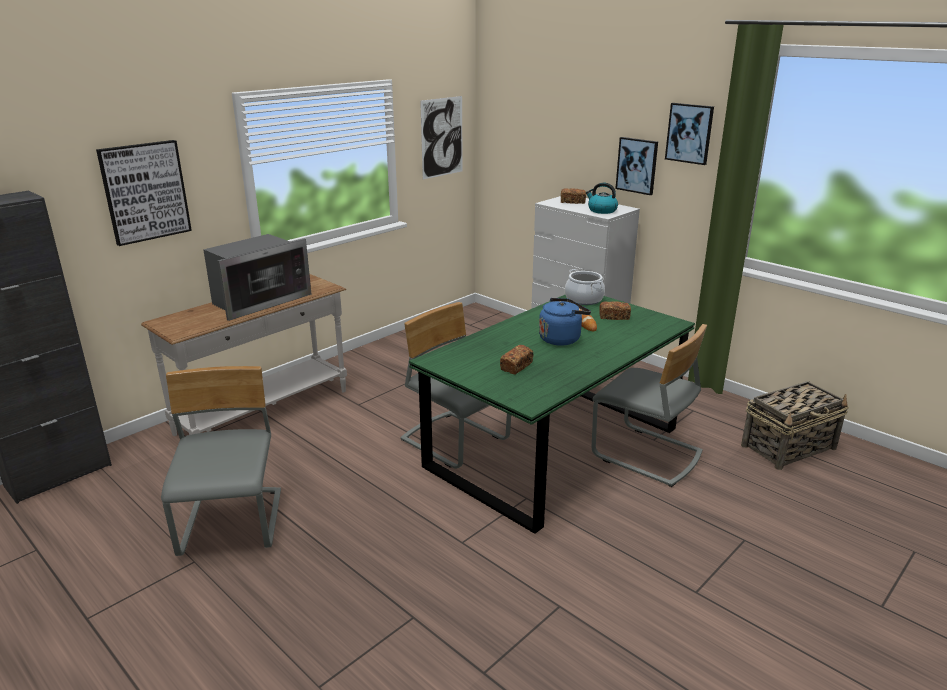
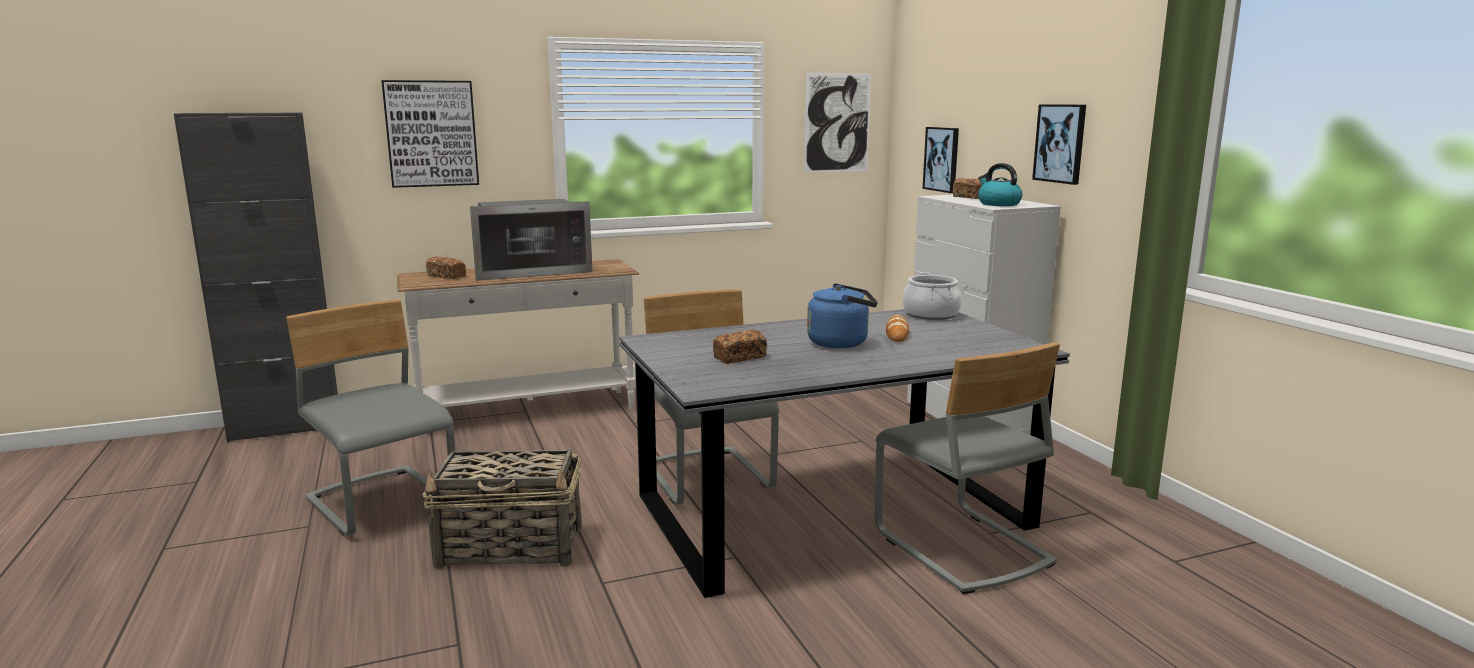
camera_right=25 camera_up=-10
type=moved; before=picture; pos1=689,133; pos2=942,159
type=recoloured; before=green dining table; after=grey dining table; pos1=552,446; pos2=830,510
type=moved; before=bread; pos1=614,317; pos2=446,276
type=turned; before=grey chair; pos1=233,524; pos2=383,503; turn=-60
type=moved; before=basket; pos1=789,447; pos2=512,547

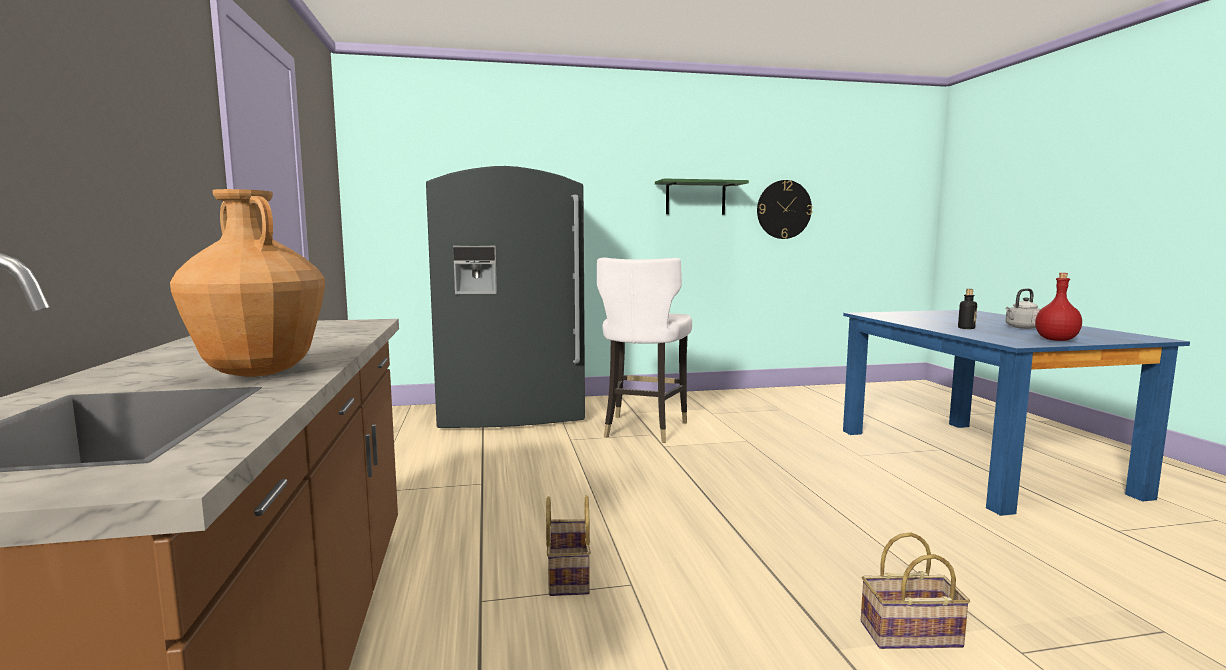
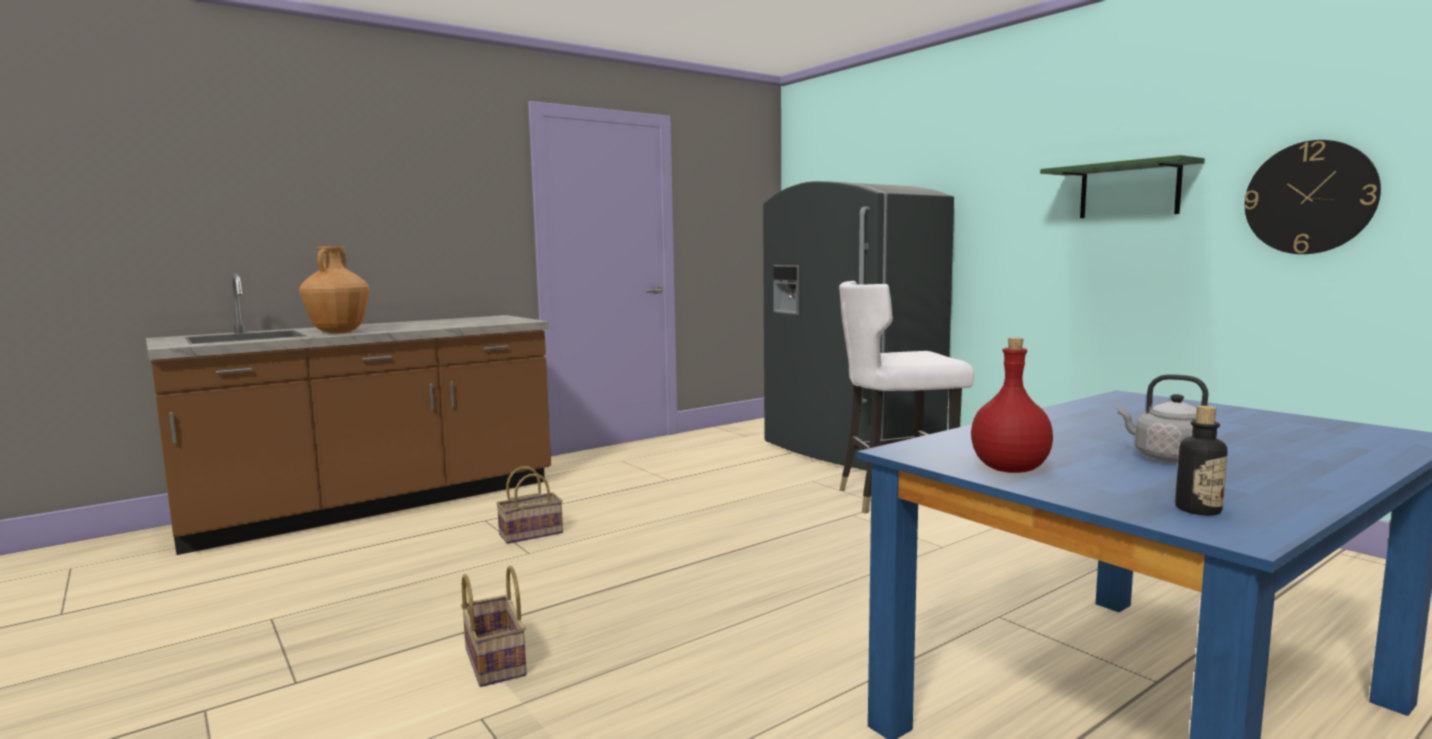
camera_right=65 camera_up=0
type=moved; before=bottle; pos1=966,328; pos2=1198,510

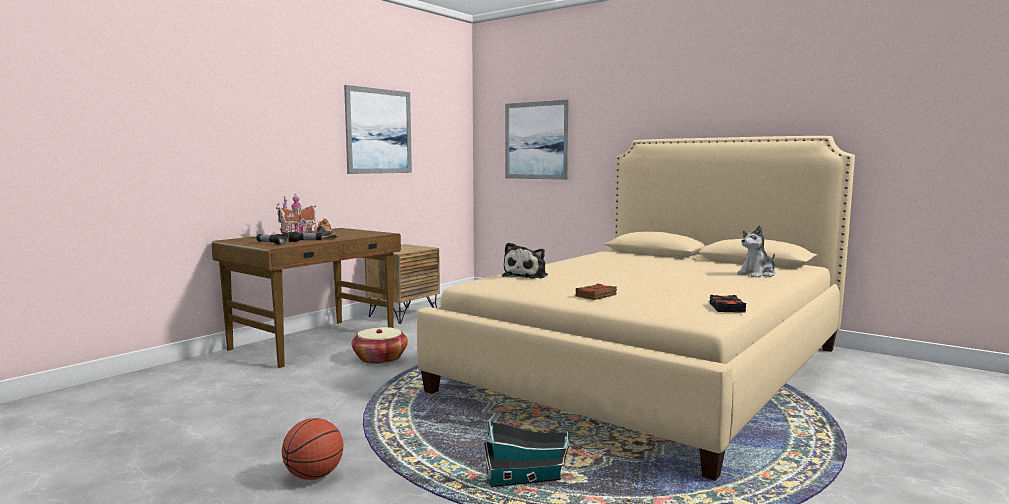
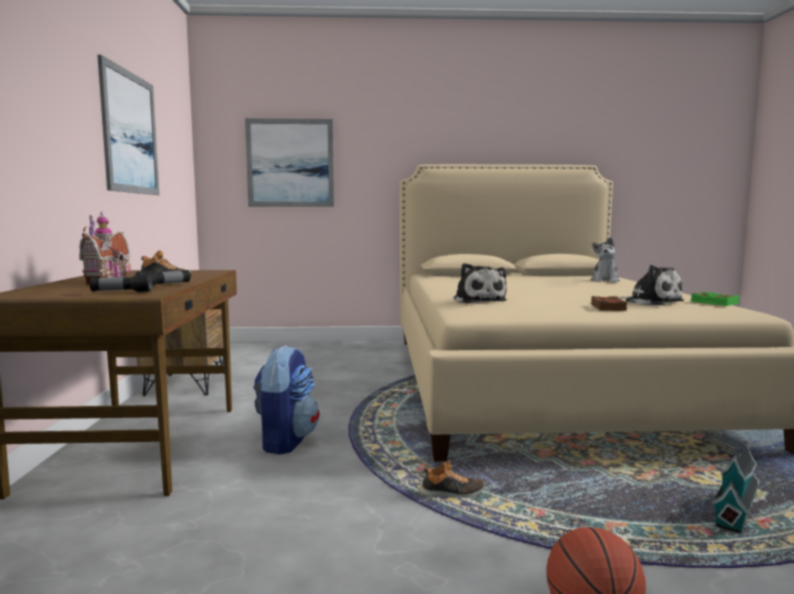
camera_right=-40 camera_up=0
type=recoloured; before=black book; after=green book; pos1=726,308; pos2=714,303
type=replaced; before=basket; after=backpack; pos1=380,359; pos2=286,441
type=added; after=plush toy; pos2=651,302
type=added; after=shoe; pos2=452,493

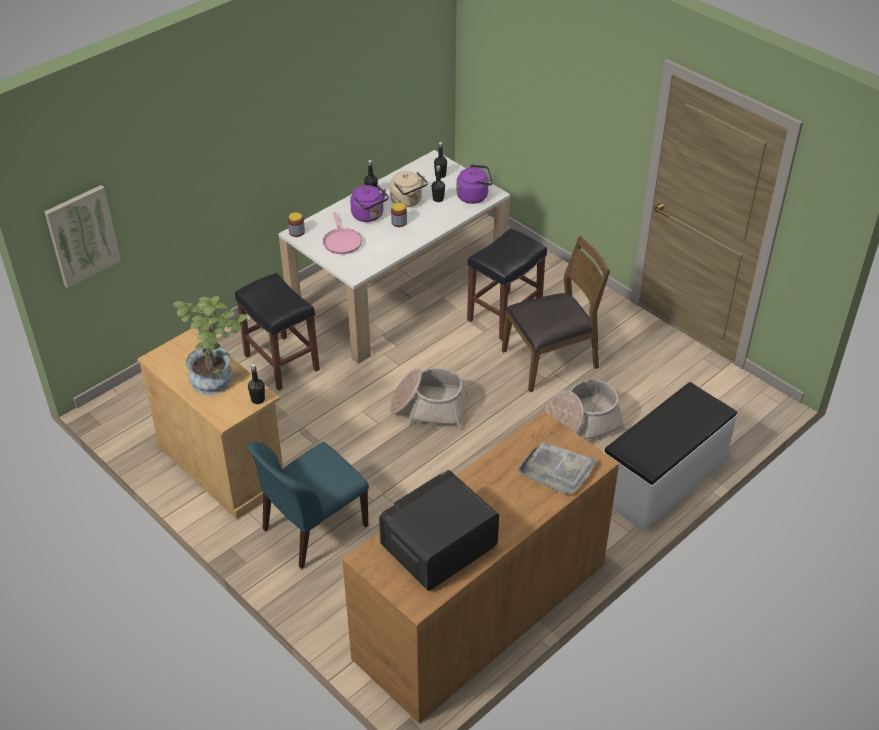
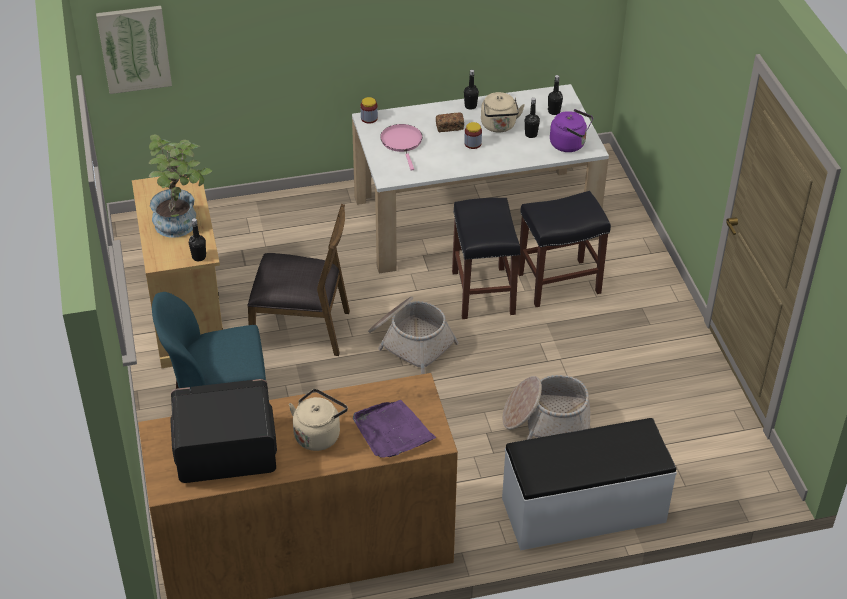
camera_right=30 camera_up=0
type=replaced; before=purple kettle; after=bread; pos1=369,216; pos2=449,127
type=turned; before=pink frying pan; pos1=341,242; pos2=402,142; turn=150
type=moved; before=brown chair; pos1=551,360; pos2=301,329
type=moved; before=black stool; pos1=280,362; pos2=482,292
type=recoloured; before=grey tray; after=purple tray; pos1=557,470; pos2=392,431
type=added; after=beige kettle; pos2=318,434

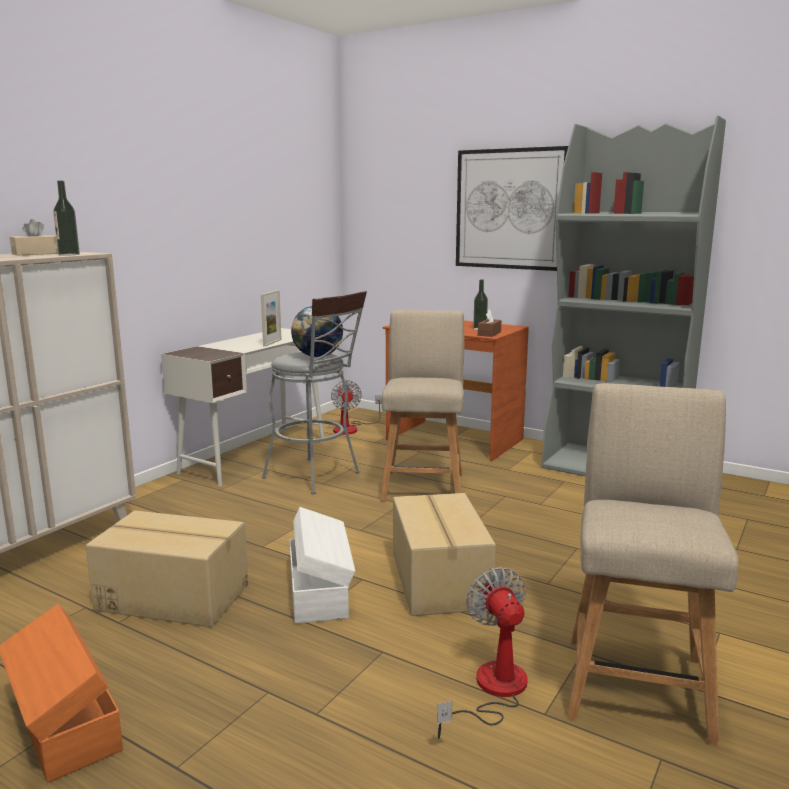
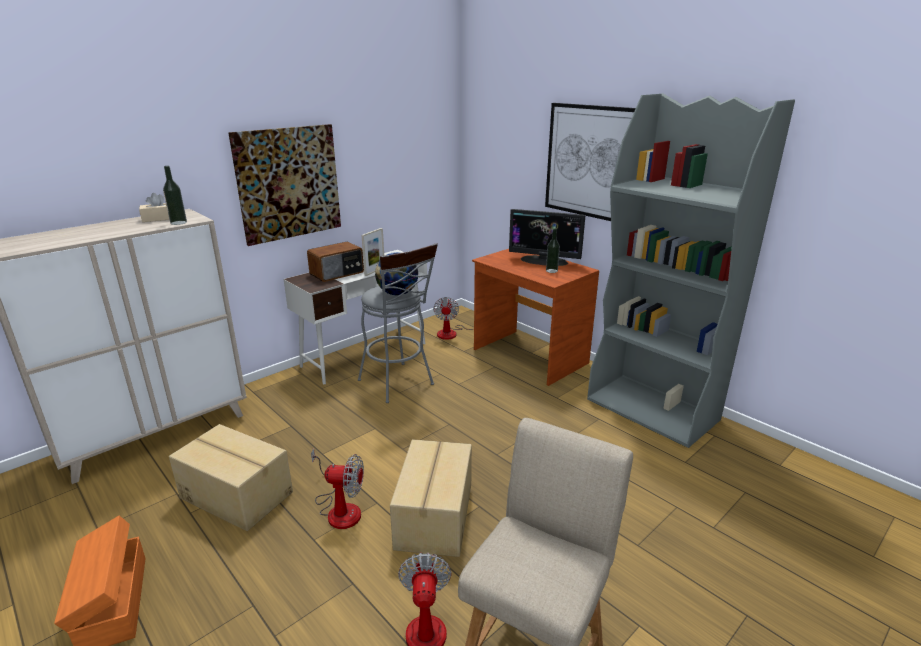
camera_right=15 camera_up=10
type=removed; before=beige chair; pos1=423,485
type=removed; before=brown tissue box; pos1=489,334
type=replaced; before=white storage box; after=fan; pos1=319,590; pos2=339,509
type=added; after=picture; pos2=288,183
type=added; after=monitor; pos2=544,261
type=added; after=radio; pos2=337,273

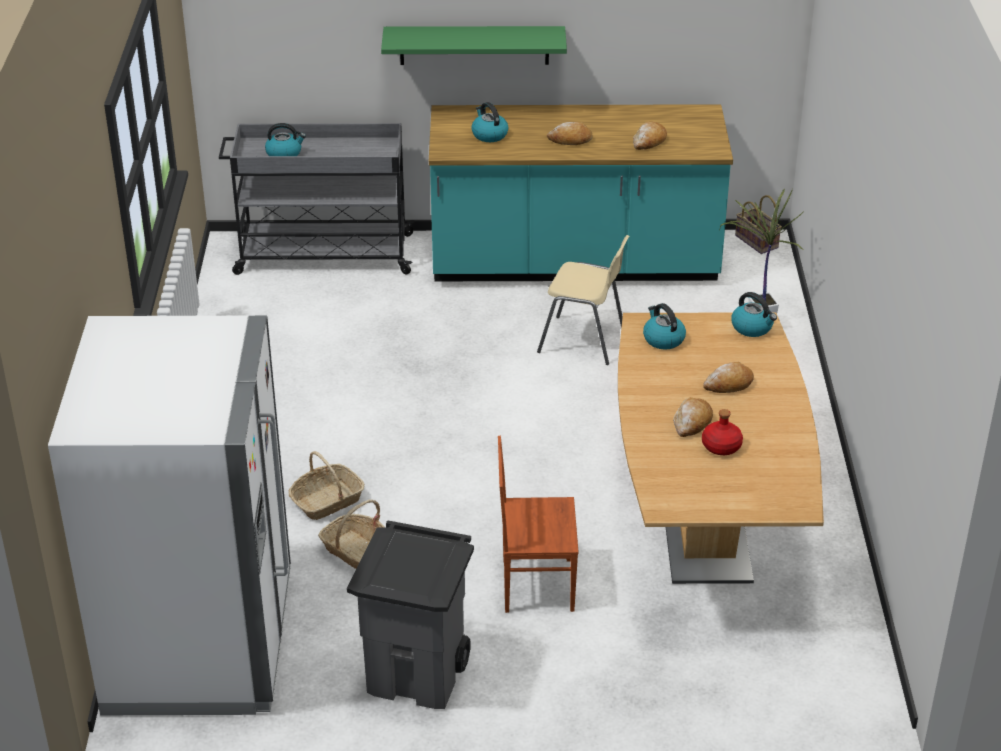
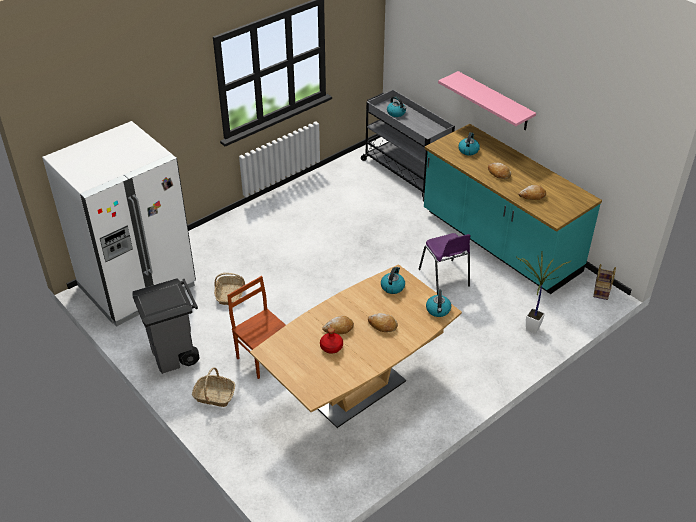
camera_right=50 camera_up=5
type=recoloured; before=green shelf; after=pink shelf; pos1=474,45; pos2=494,101
type=recoloured; before=beige chair; after=purple chair; pos1=584,342; pos2=444,278
type=moved; before=basket; pos1=327,501; pos2=214,396

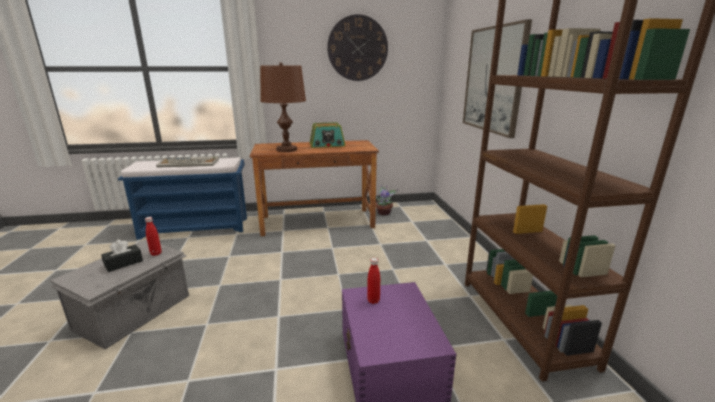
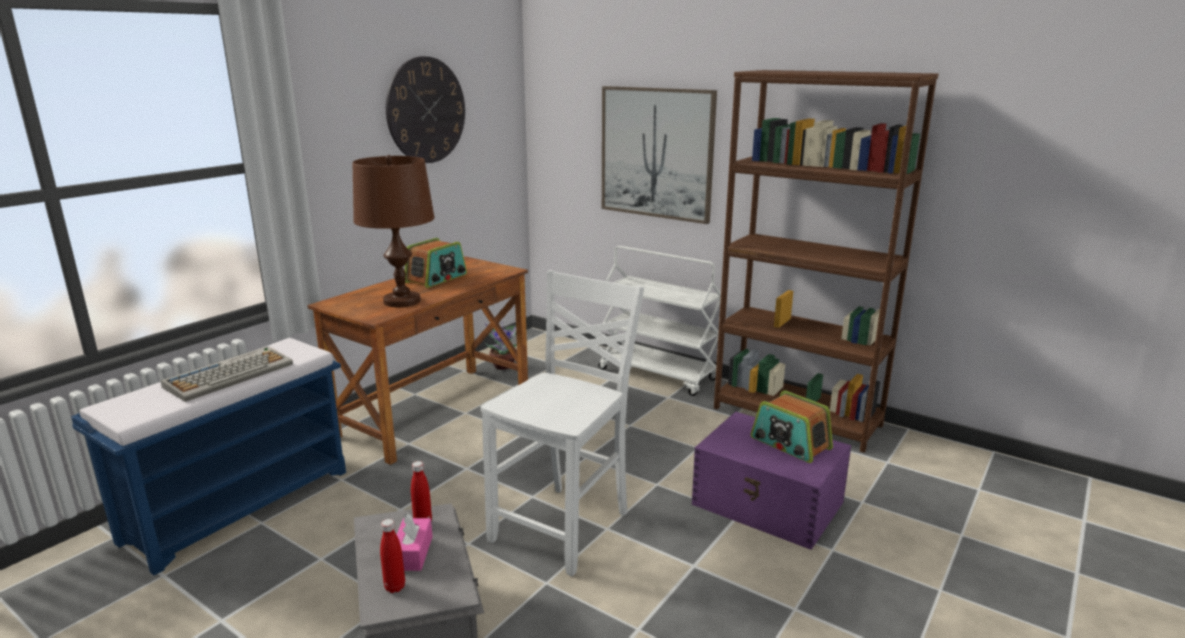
camera_right=-45 camera_up=0
type=recoloured; before=black tissue box; after=pink tissue box; pos1=124,263; pos2=413,553
type=moved; before=red bottle; pos1=373,300; pos2=395,587
type=added; after=white cart; pos2=659,374
type=added; after=white chair; pos2=564,526
type=added; after=radio; pos2=790,443

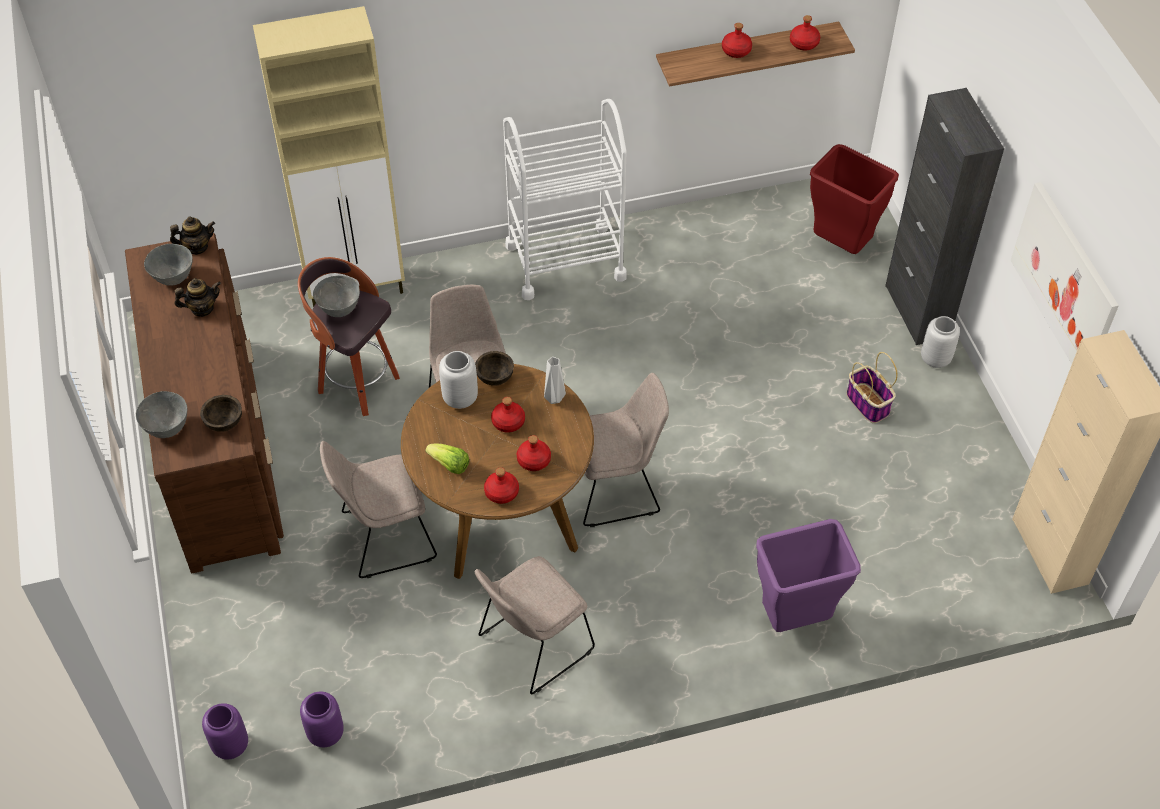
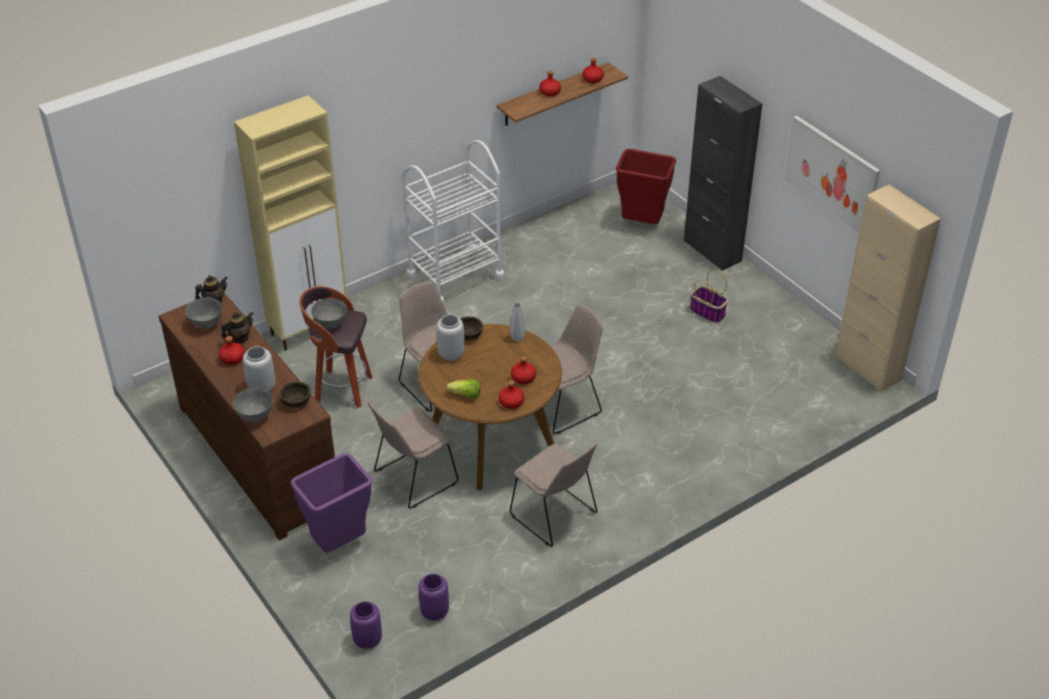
camera_right=-20 camera_up=-10
type=moved; before=grey vase; pos1=935,358; pos2=261,387
type=moved; before=red bottle; pos1=508,422; pos2=233,358
type=moved; before=purple trash can; pos1=795,618; pos2=339,543
type=turned; before=beige chair; pos1=533,645; pos2=555,516; turn=-75

